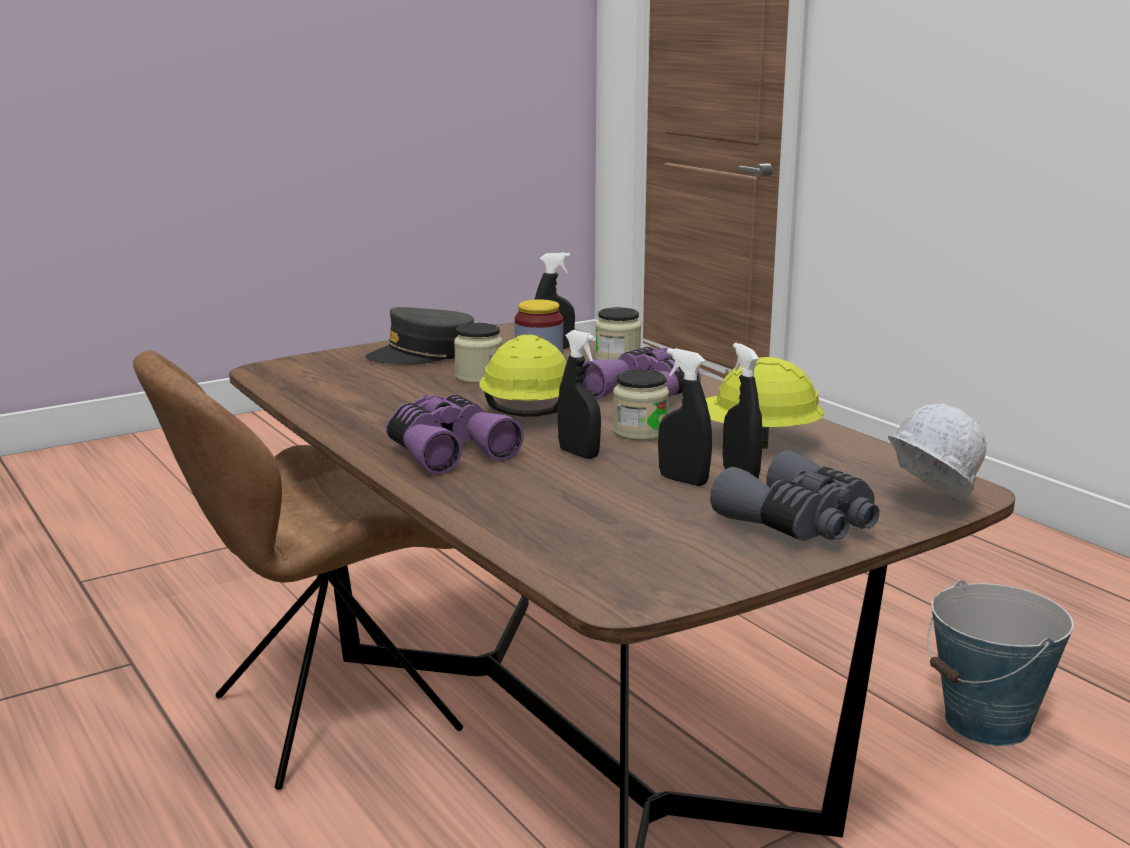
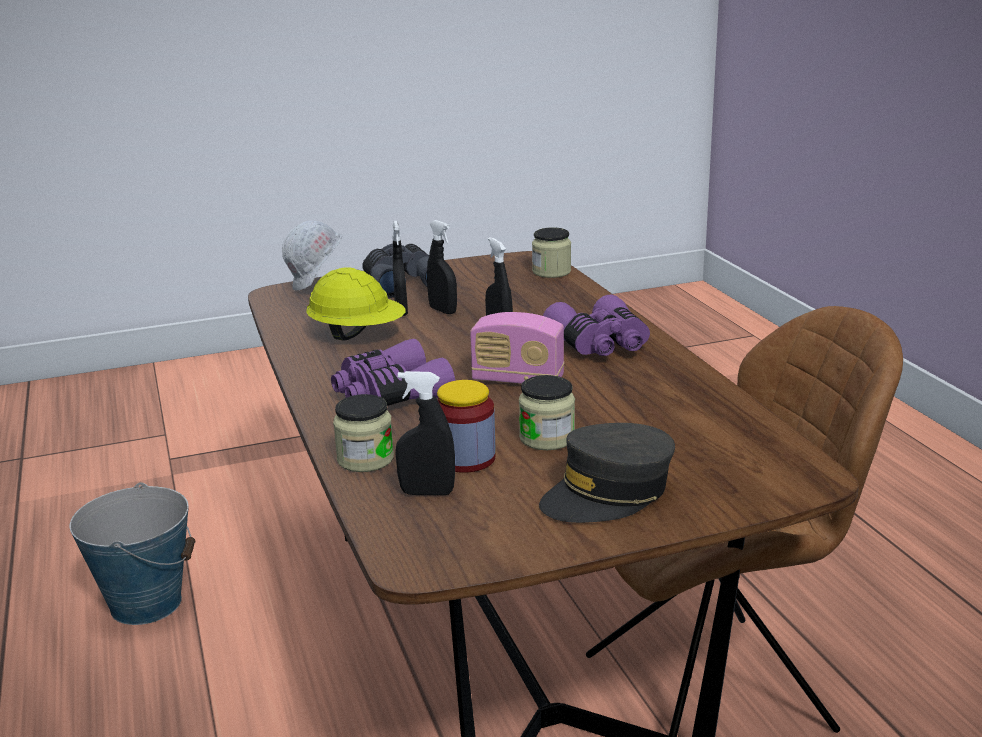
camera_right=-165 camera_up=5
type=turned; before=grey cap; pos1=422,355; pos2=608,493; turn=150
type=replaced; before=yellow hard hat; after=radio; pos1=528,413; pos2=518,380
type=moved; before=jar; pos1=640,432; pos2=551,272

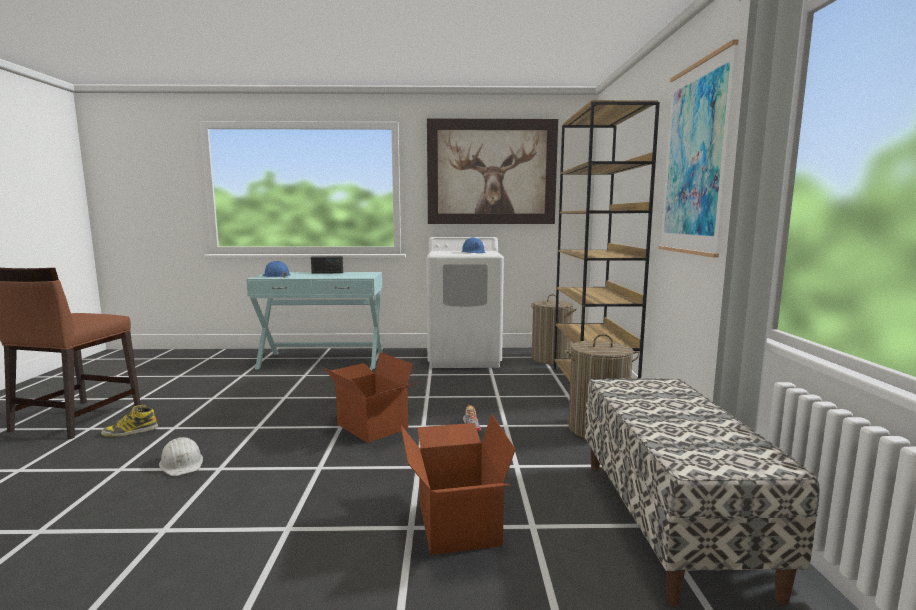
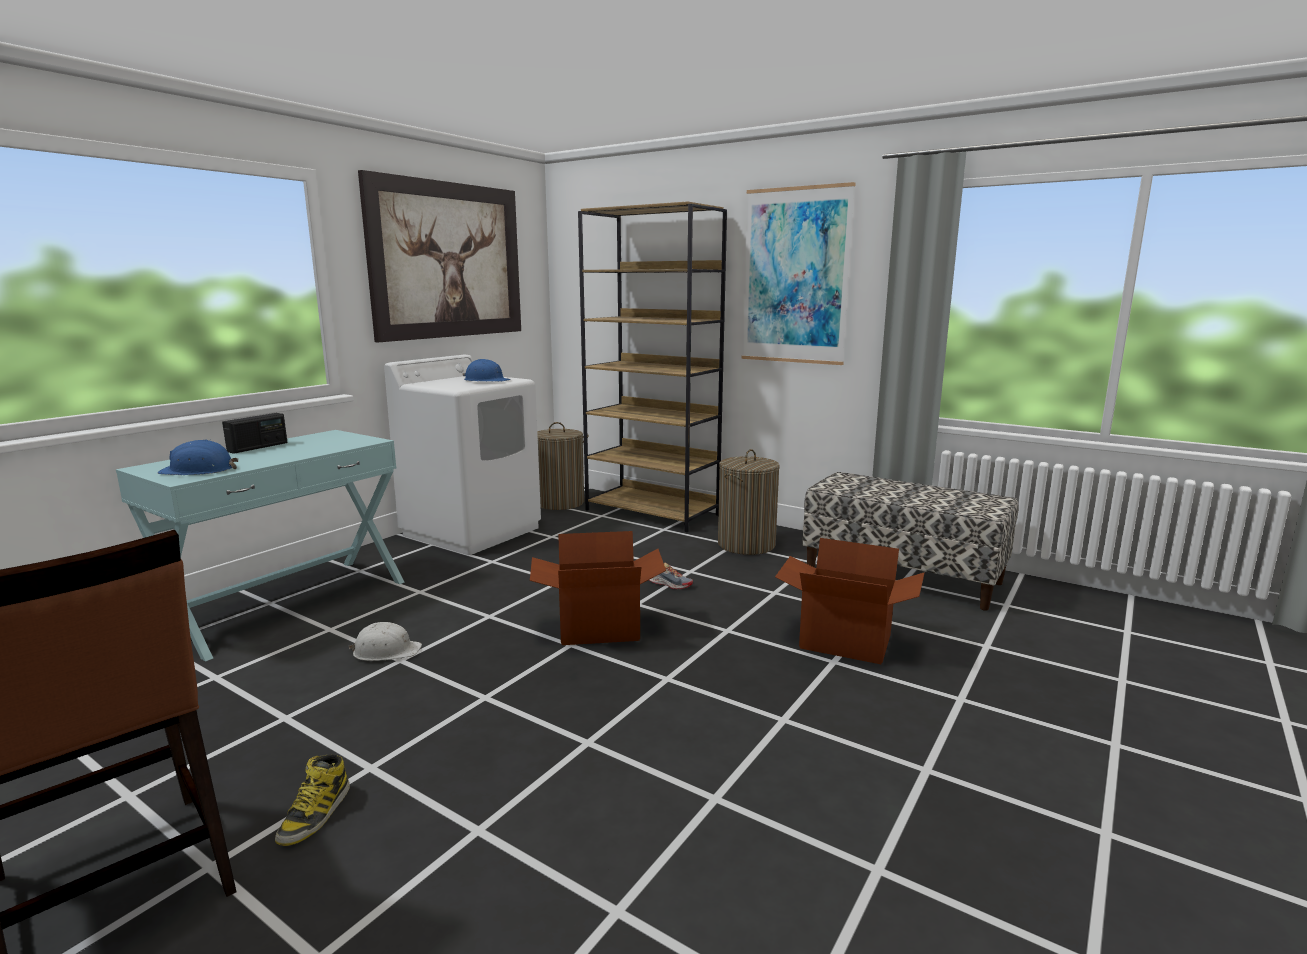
camera_right=-55 camera_up=5
type=moved; before=white hard hat; pos1=182,463; pos2=386,651

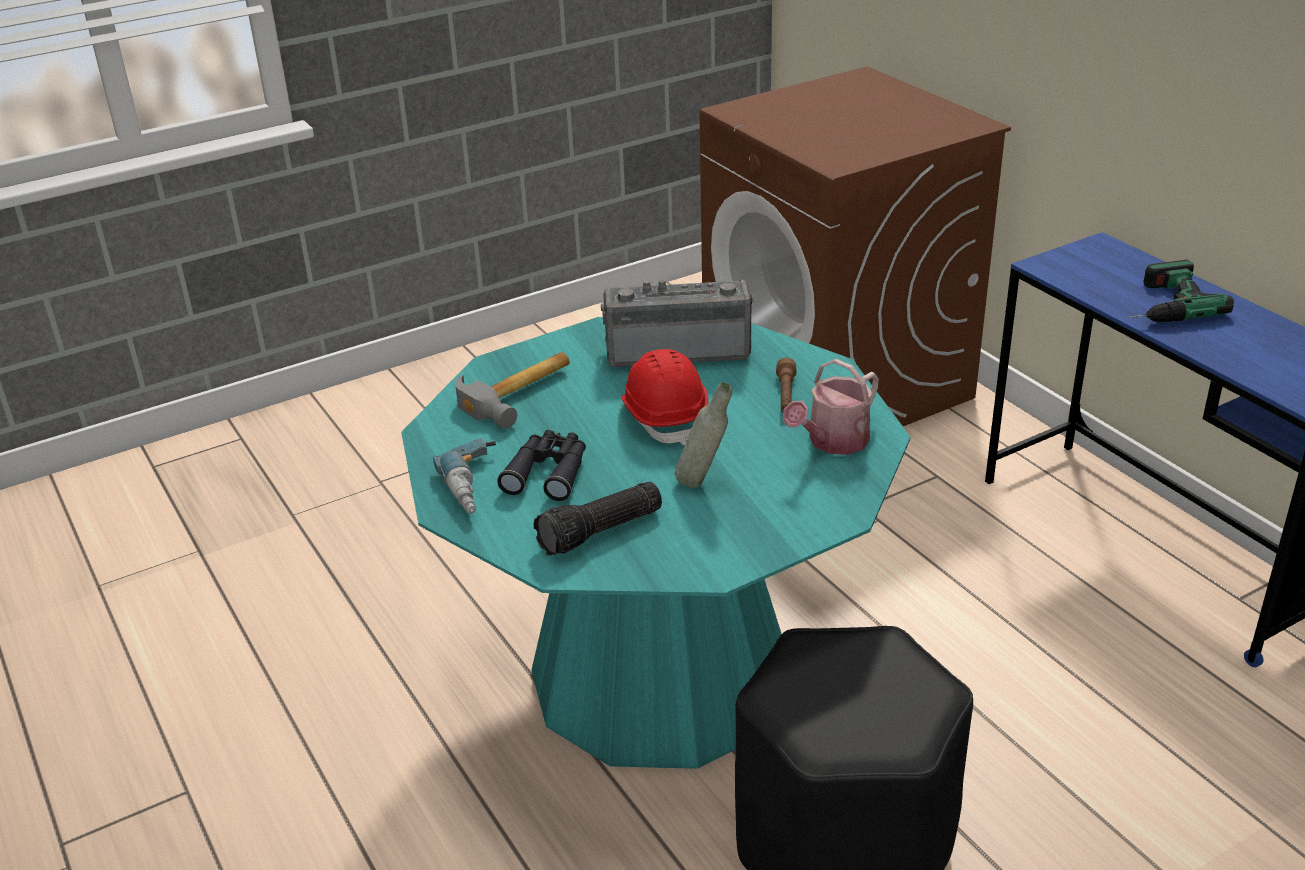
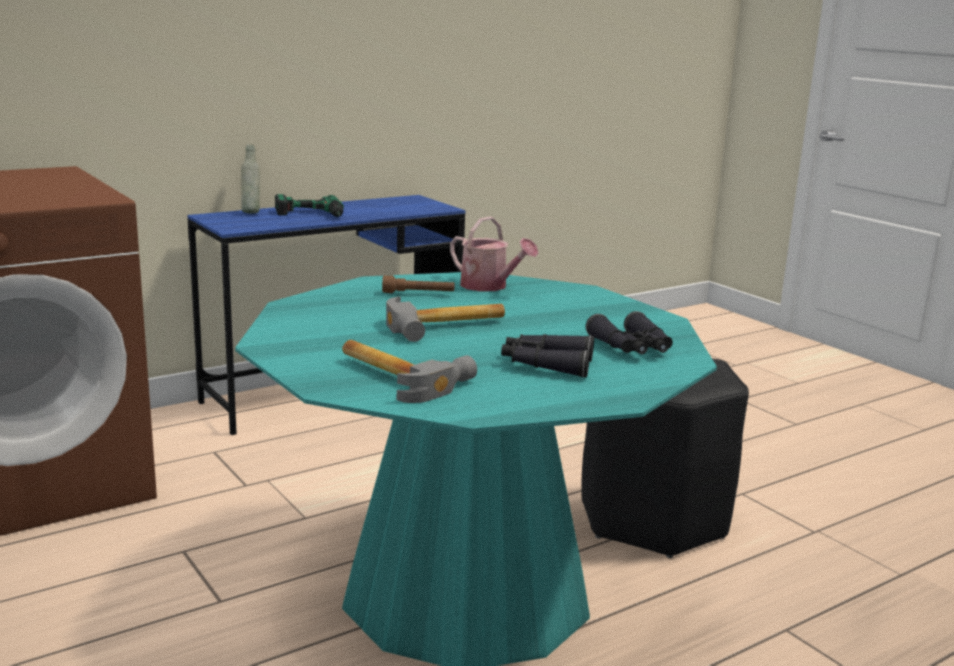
camera_right=-95 camera_up=-15
type=removed; before=radio; pos1=678,350
type=replaced; before=red hard hat; after=hammer; pos1=664,416; pos2=448,327
type=moved; before=grey bottle; pos1=703,482; pos2=251,212
type=removed; before=power drill; pos1=478,486
type=replaced; before=flashlight; after=black binoculars; pos1=601,533; pos2=632,348

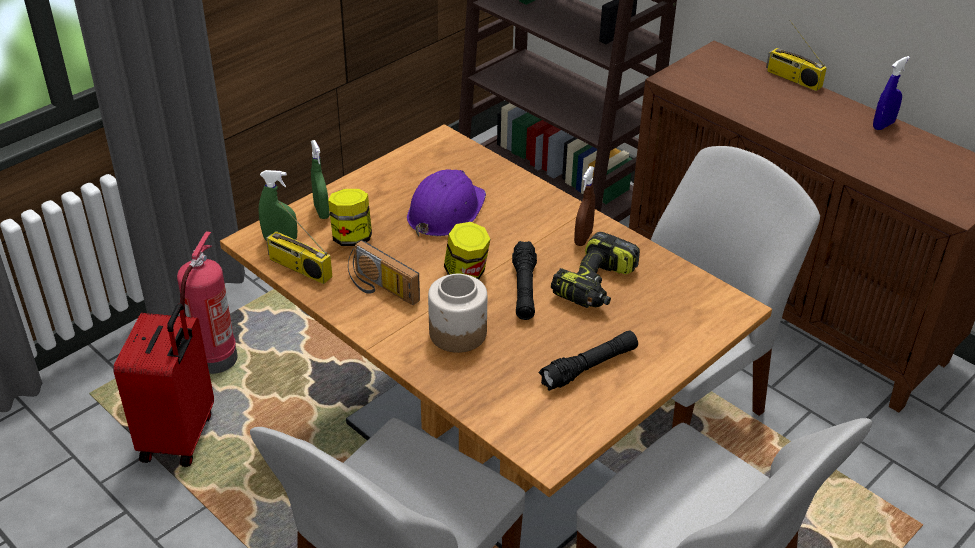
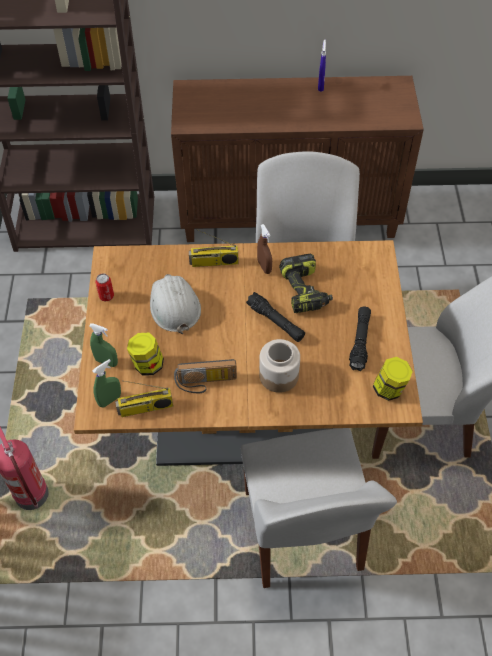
camera_right=-45 camera_up=15
type=moved; before=radio; pos1=792,79; pos2=214,262
type=recoloured; before=purple hard hat; after=white hard hat; pos1=445,211; pos2=174,306
type=moved; before=jar; pos1=466,273; pos2=389,389
type=removed; before=red suitcase; pos1=180,437
type=added; after=can; pos2=106,296

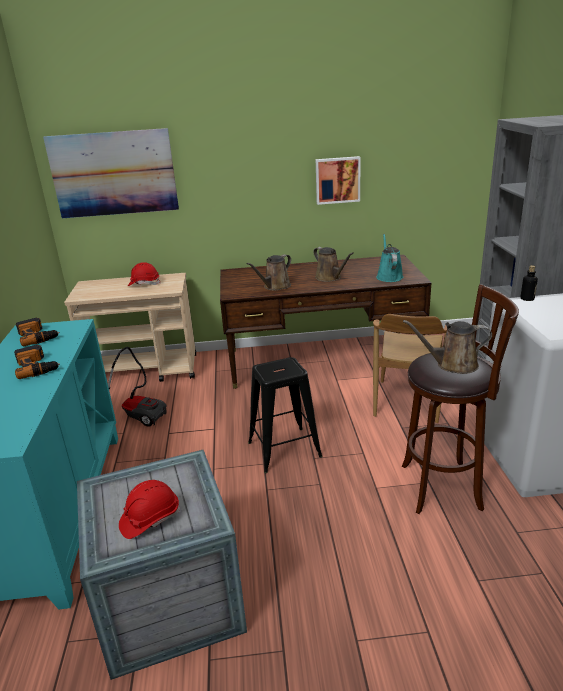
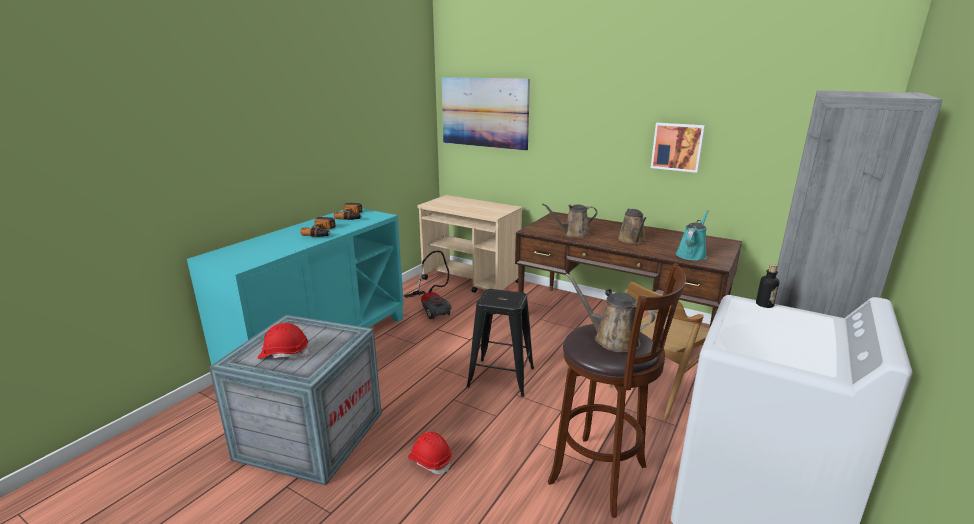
camera_right=35 camera_up=-5
type=moved; before=red hard hat; pos1=144,284; pos2=430,460

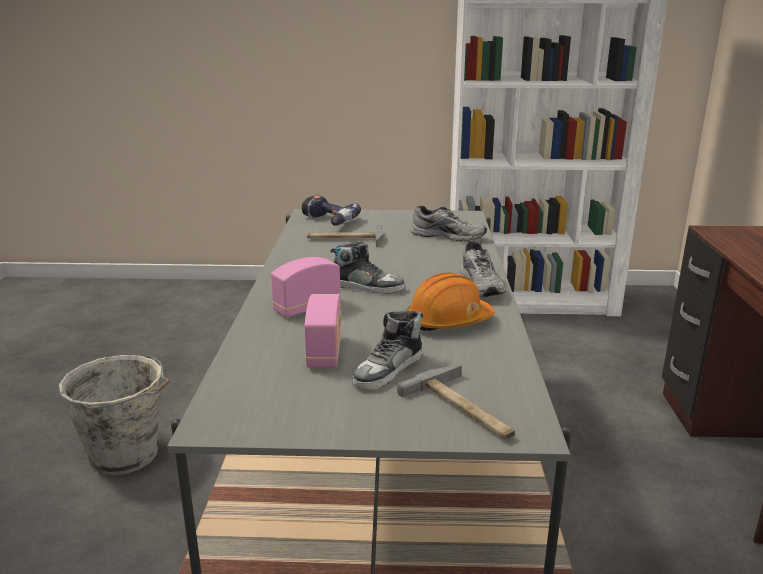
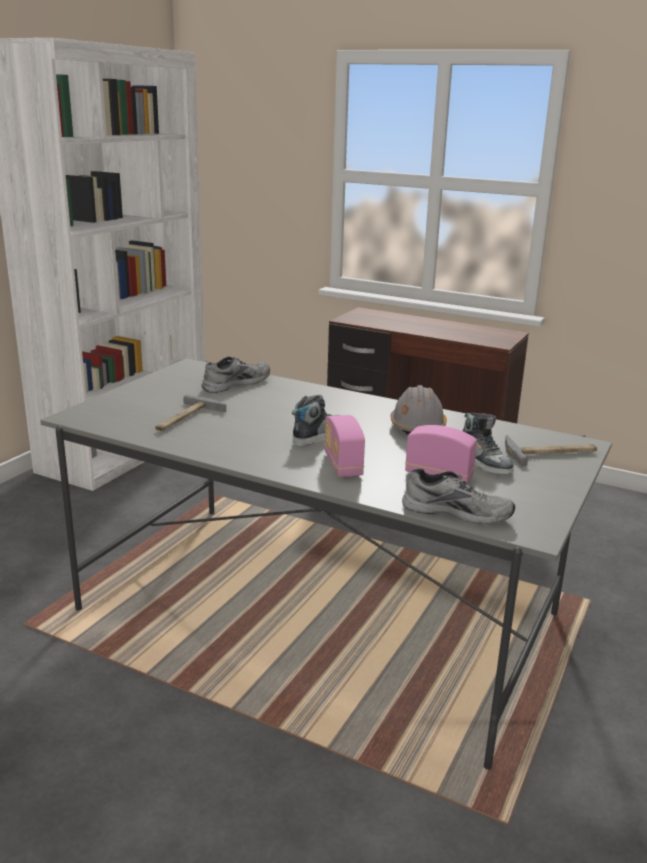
camera_right=-65 camera_up=0
type=removed; before=power drill; pos1=327,222
type=moved; before=grey shoe; pos1=483,285; pos2=457,511
type=recoloured; before=orange hard hat; after=grey hard hat; pos1=448,321; pos2=417,426
type=removed; before=grey bucket; pos1=127,456

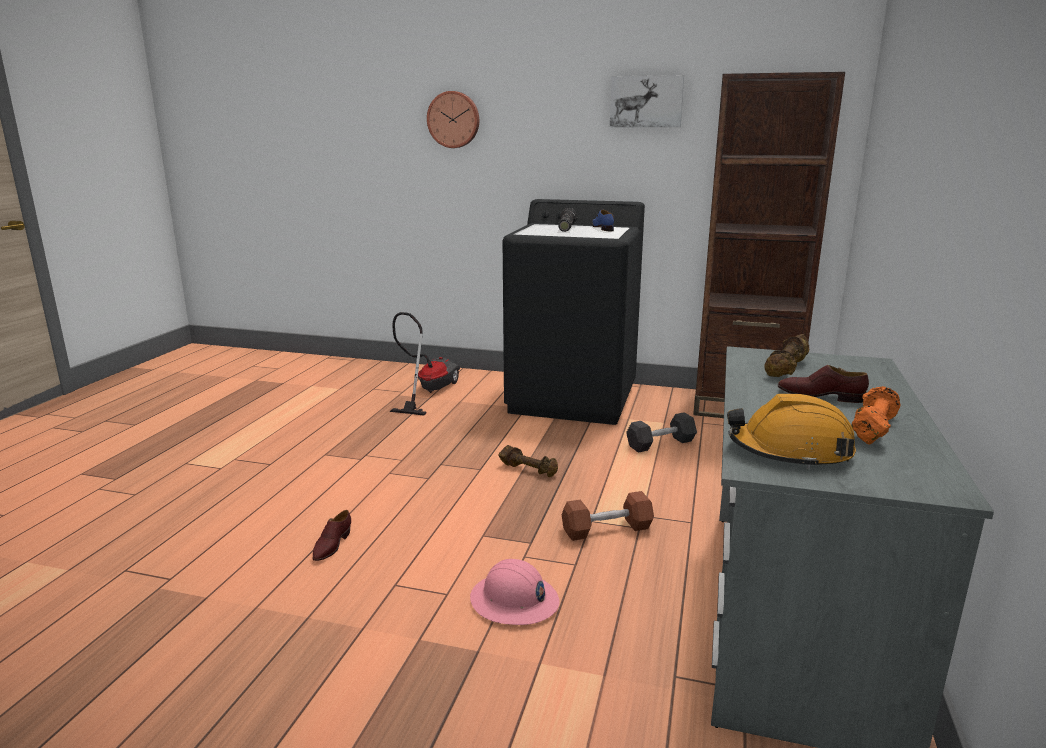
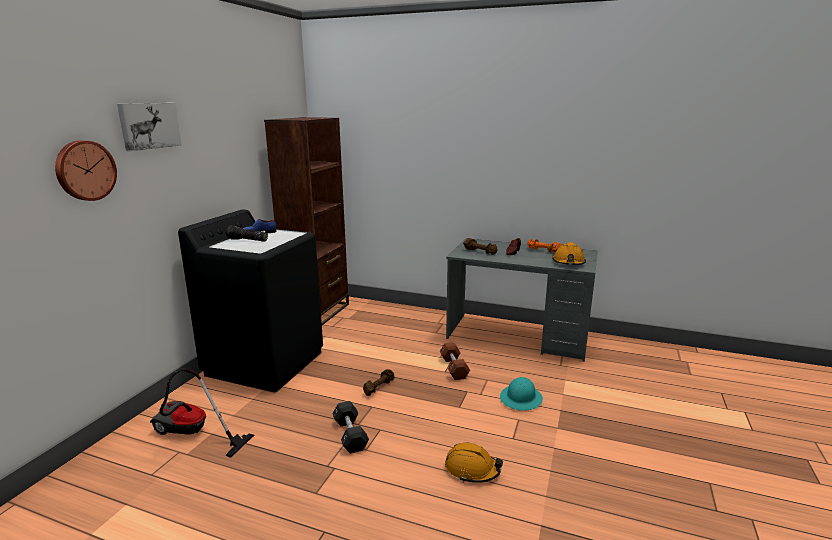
camera_right=-85 camera_up=0
type=moved; before=picture; pos1=646,101; pos2=149,125
type=moved; before=black dumbbell; pos1=660,443; pos2=350,435
type=replaced; before=brown shoe; after=orange hard hat; pos1=332,545; pos2=472,469
type=recoloured; before=pink hard hat; after=turquoise hard hat; pos1=514,601; pos2=521,398

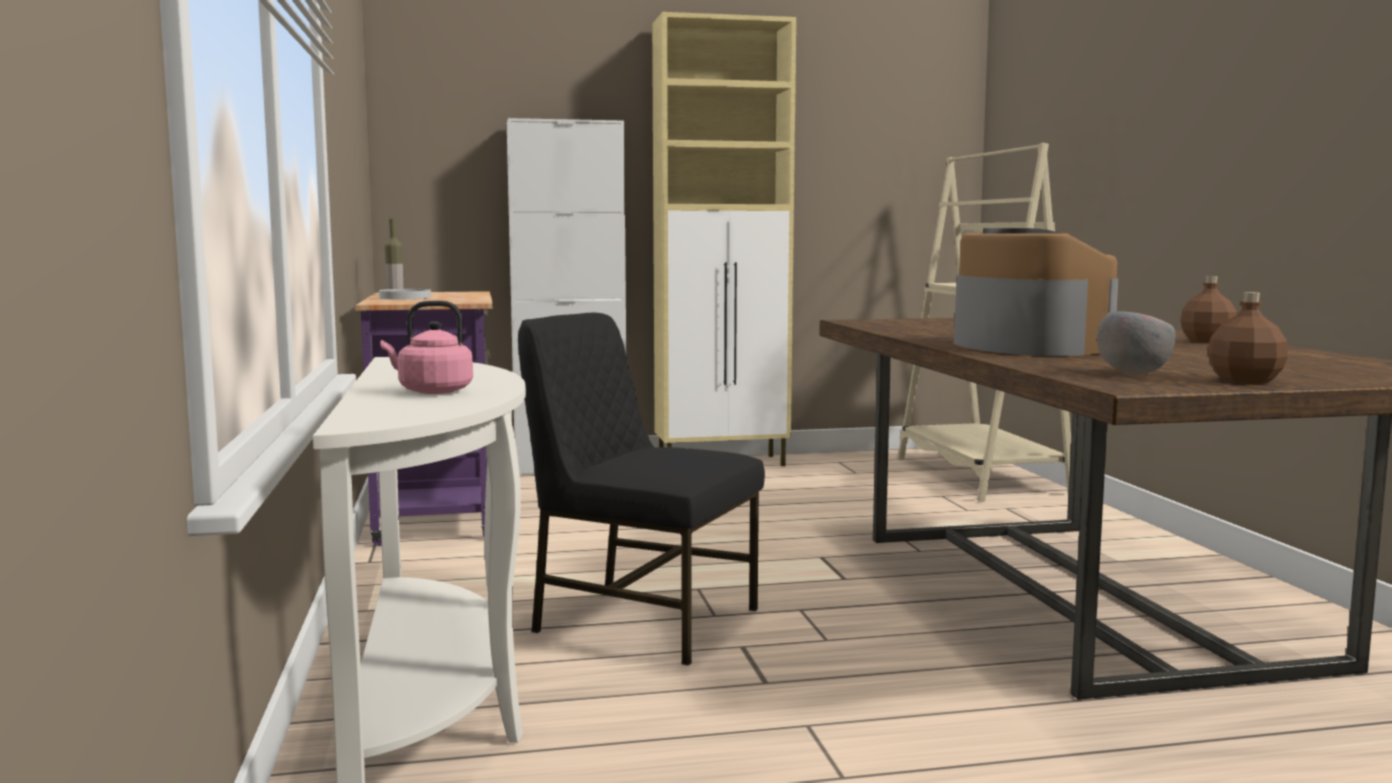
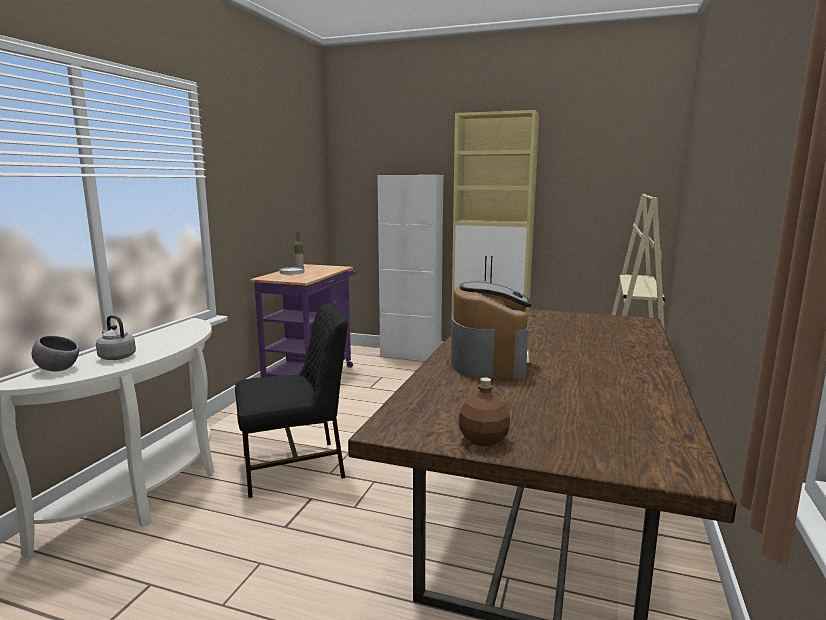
camera_right=30 camera_up=5
type=removed; before=brown bottle; pos1=1207,341
type=recoloured; before=pink kettle; after=grey kettle; pos1=431,391; pos2=116,357
type=moved; before=grey bowl; pos1=1132,373; pos2=58,370
type=turned; before=black chair; pos1=642,620; pos2=295,466; turn=105

